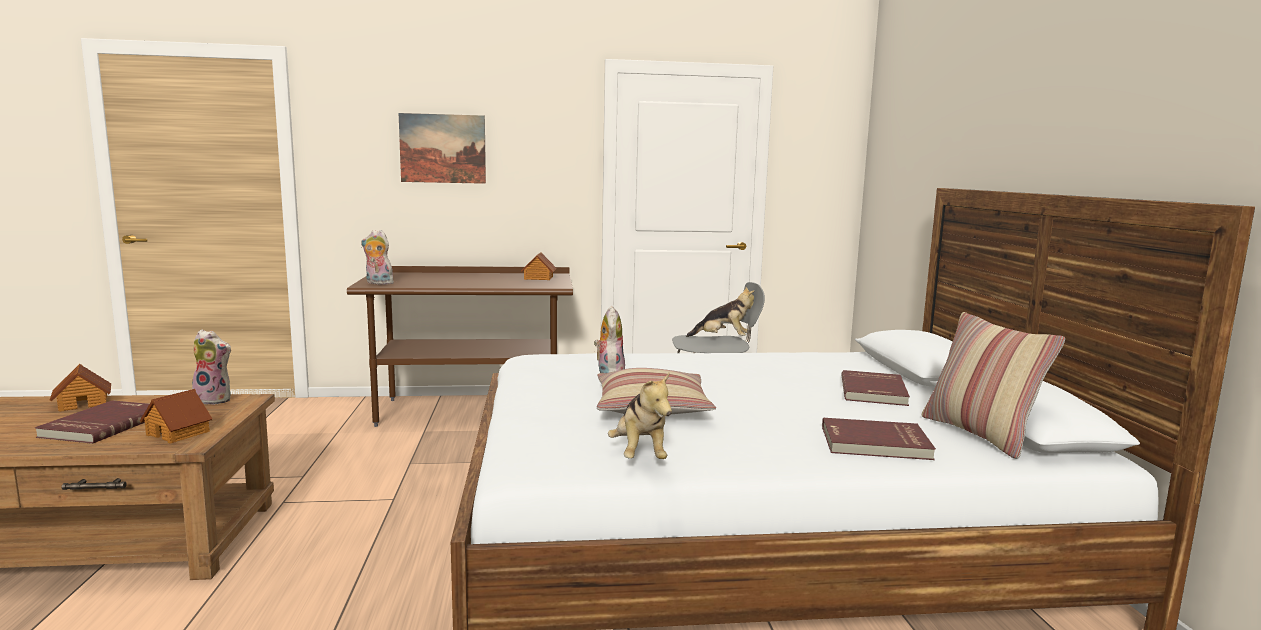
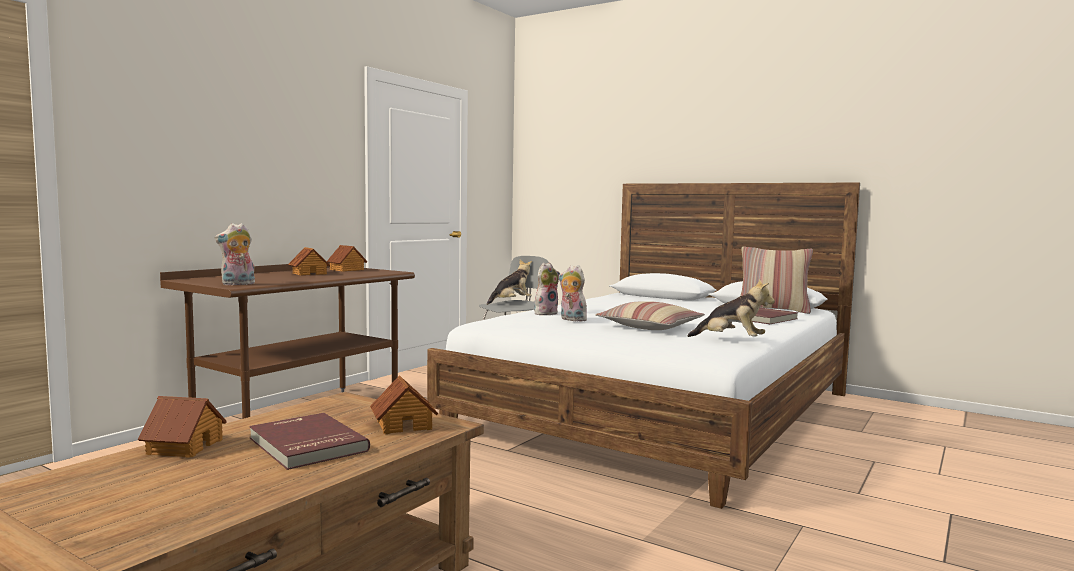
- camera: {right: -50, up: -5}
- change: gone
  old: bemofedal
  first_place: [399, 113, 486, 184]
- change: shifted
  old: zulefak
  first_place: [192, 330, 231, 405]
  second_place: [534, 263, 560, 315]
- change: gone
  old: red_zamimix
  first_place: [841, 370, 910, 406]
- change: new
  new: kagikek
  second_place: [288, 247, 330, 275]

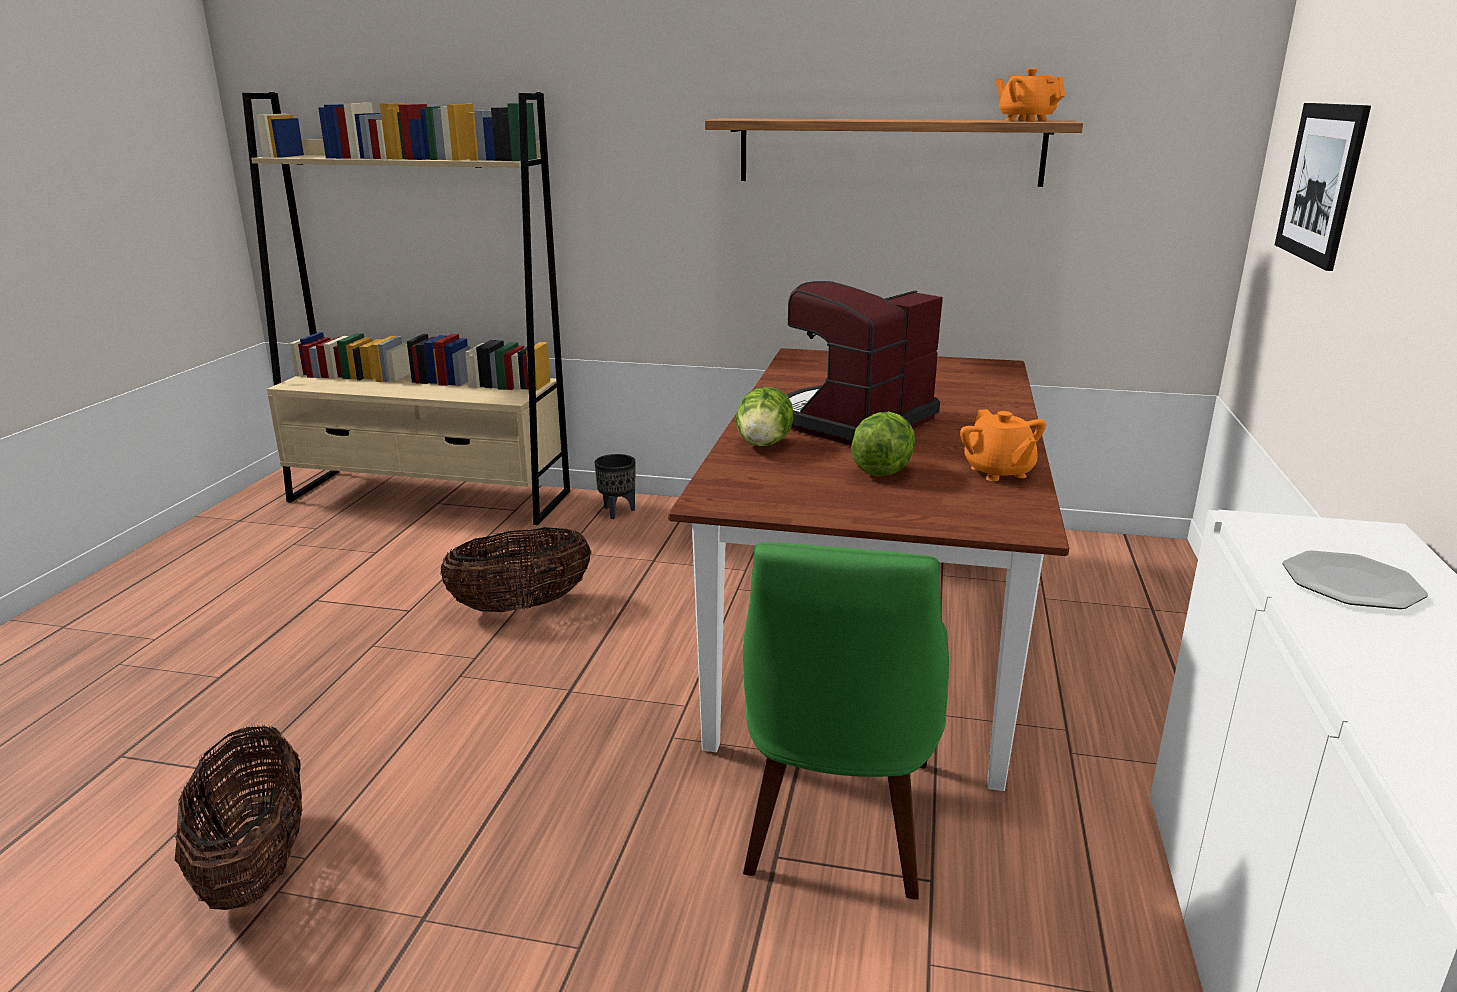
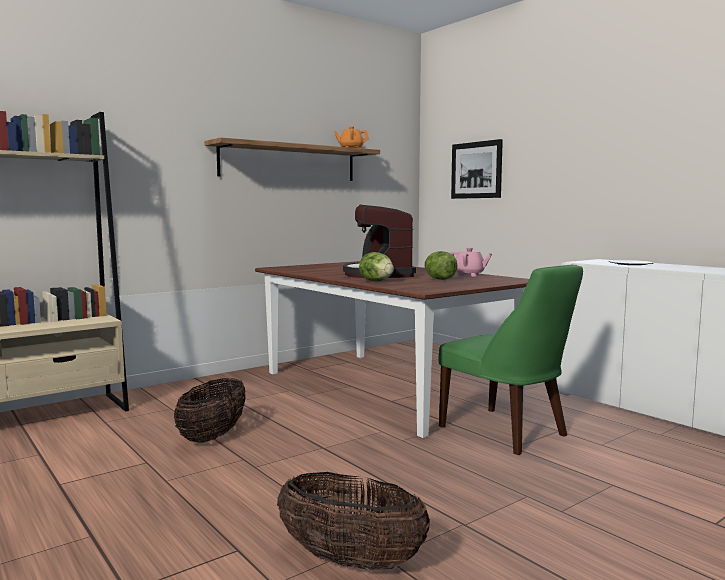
- camera: {right: -50, up: -15}
- change: repainted
  old: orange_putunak
  new: pink_putunak
  first_place: [960, 409, 1046, 481]
  second_place: [450, 248, 492, 276]
- change: gone
  old: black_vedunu
  first_place: [595, 454, 636, 519]

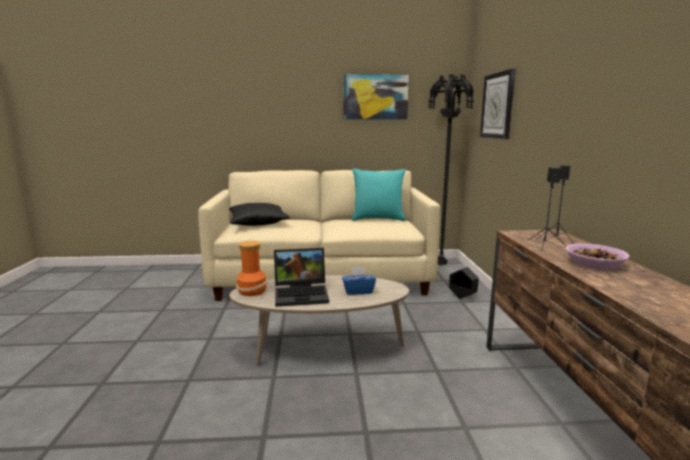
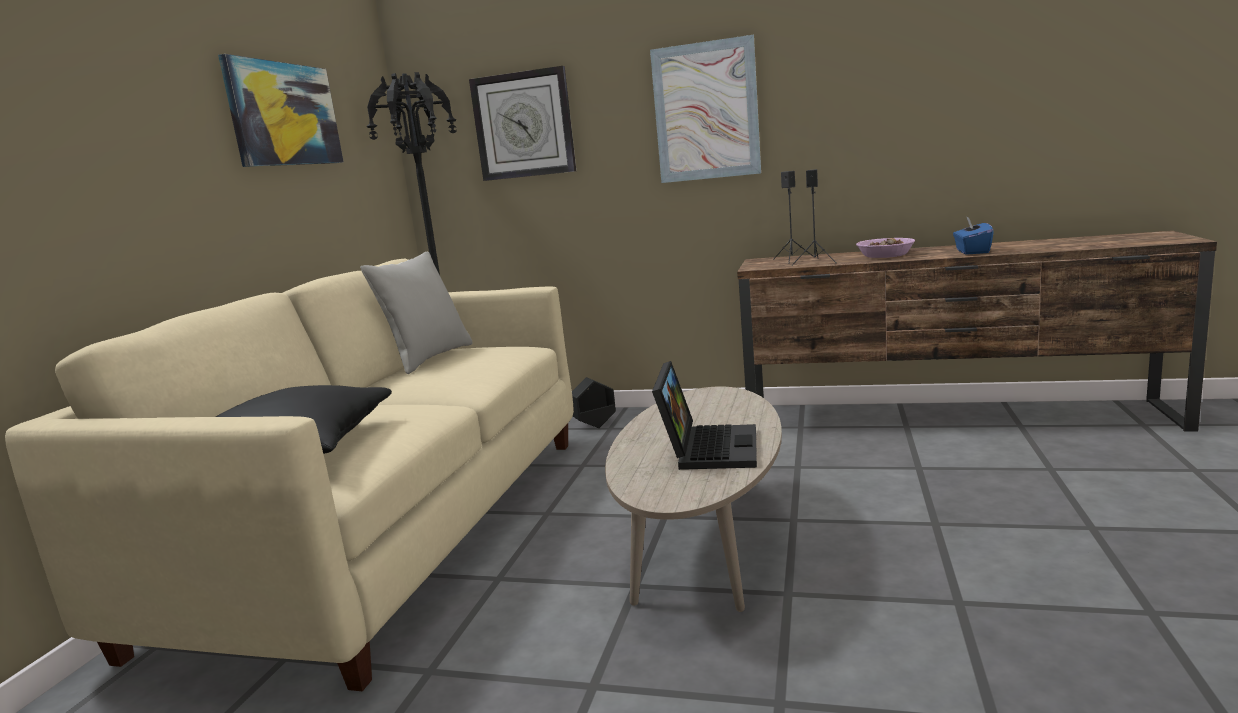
- camera: {right: -70, up: 0}
- change: repainted
  old: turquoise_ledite
  new: grey_ledite
  first_place: [352, 168, 406, 221]
  second_place: [360, 252, 473, 374]
- change: gone
  old: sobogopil
  first_place: [236, 241, 267, 296]
- change: shifted
  old: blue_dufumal
  first_place: [342, 267, 376, 295]
  second_place: [953, 216, 994, 255]
- change: new
  new: bemofedal
  second_place: [650, 35, 761, 183]

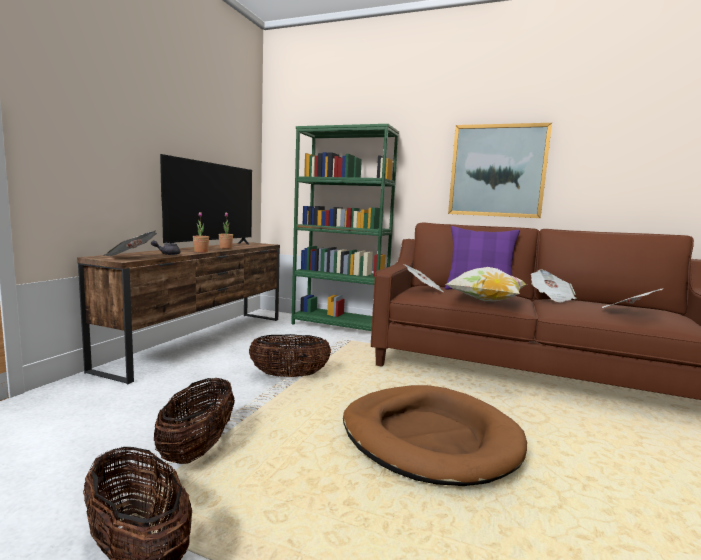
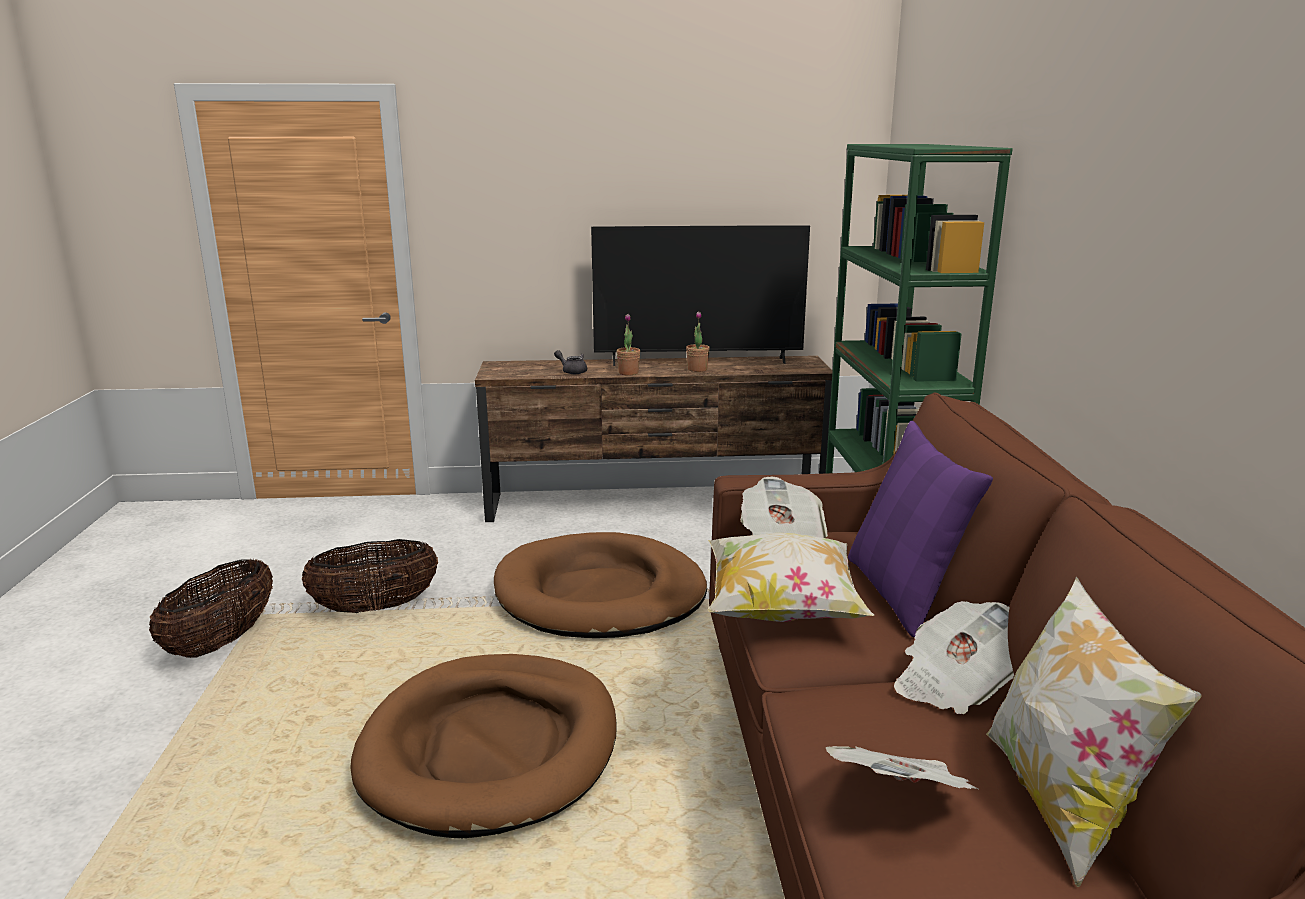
- camera: {right: 65, up: 10}
- change: gone
  old: bemofedal
  first_place: [448, 123, 552, 218]
- change: gone
  old: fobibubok
  first_place: [103, 231, 157, 256]
- change: swapped
  old: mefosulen
  new: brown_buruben
  first_place: [249, 334, 331, 377]
  second_place: [494, 532, 707, 638]
- change: new
  new: ledite
  second_place: [986, 577, 1202, 887]

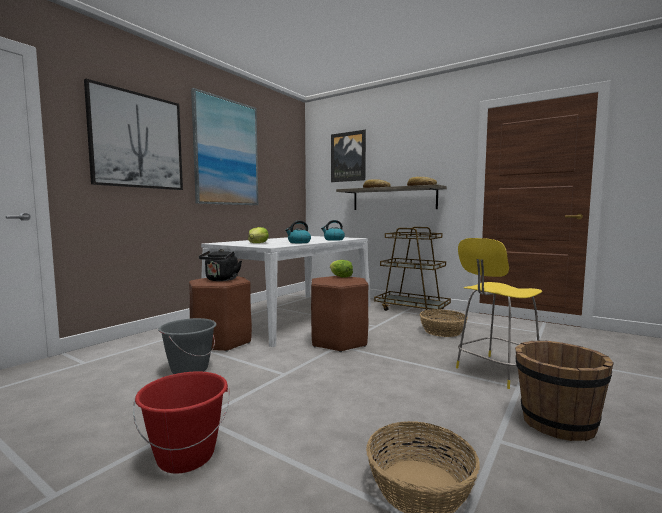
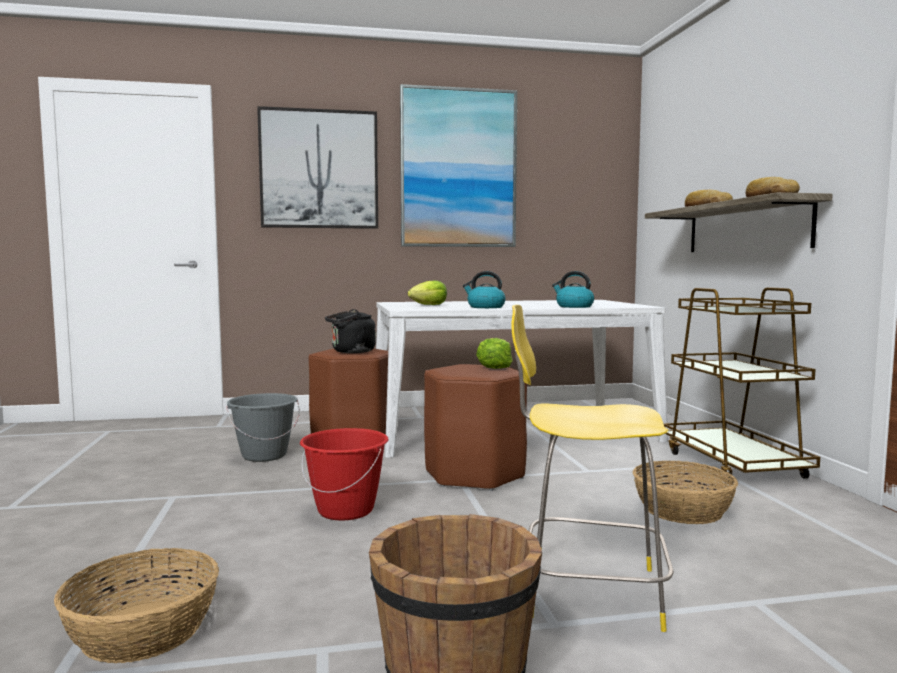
- camera: {right: 45, up: 0}
- change: gone
  old: bemofedal
  first_place: [331, 130, 366, 182]
- change: shifted
  old: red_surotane
  first_place: [133, 371, 230, 474]
  second_place: [300, 428, 389, 520]

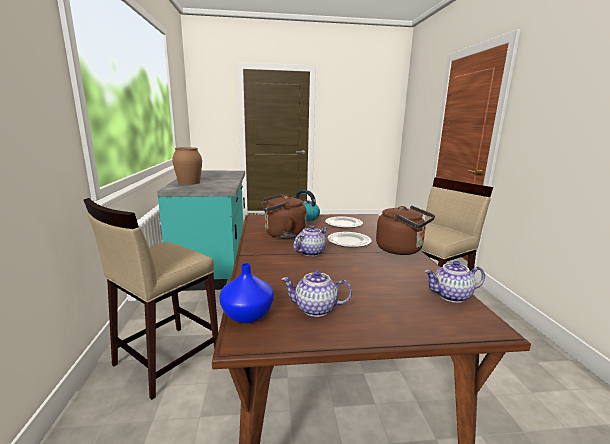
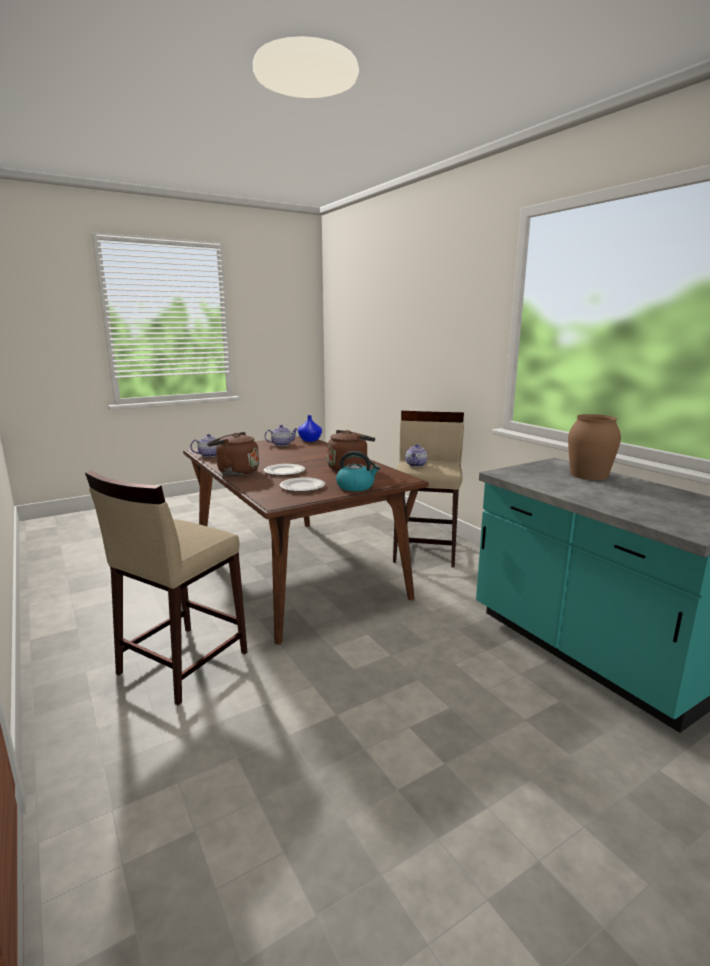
- camera: {right: 155, up: 0}
- change: shifted
  old: putunak
  first_place: [294, 225, 327, 256]
  second_place: [405, 444, 428, 467]

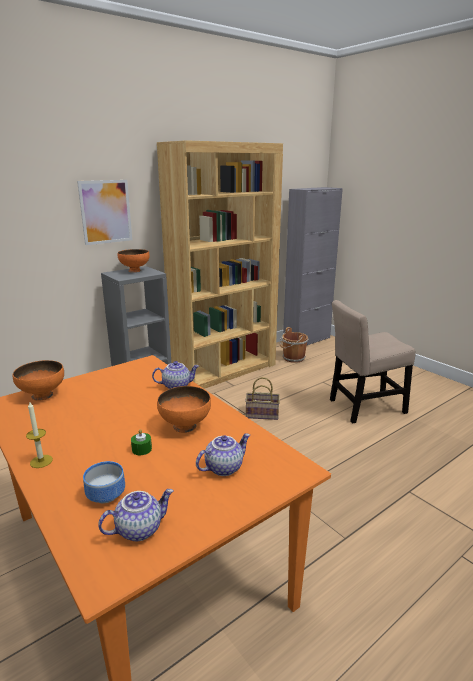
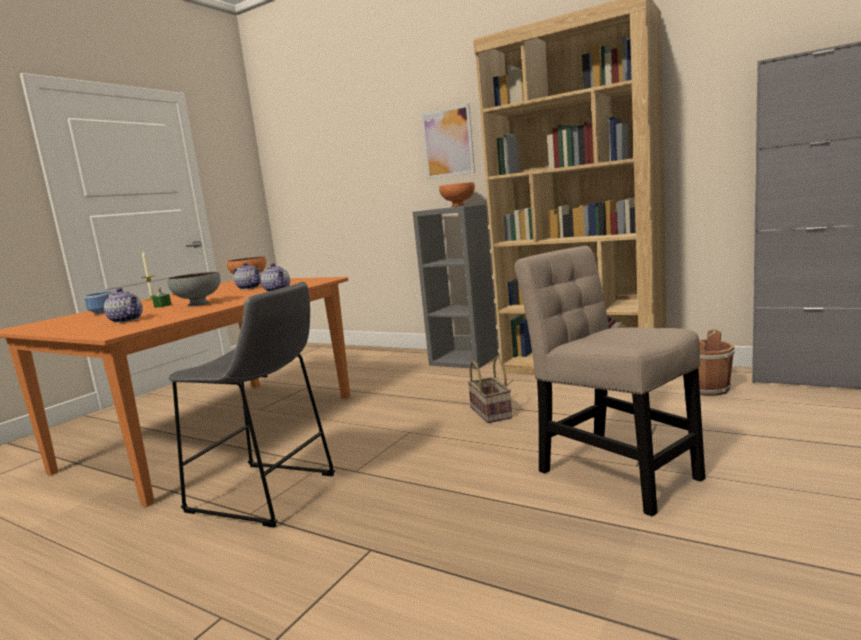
- camera: {right: 70, up: -10}
- change: repainted
  old: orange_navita
  new: grey_navita
  first_place: [157, 386, 211, 433]
  second_place: [167, 272, 220, 307]
- change: shifted
  old: putunak
  first_place: [98, 489, 174, 541]
  second_place: [234, 263, 261, 290]
- change: new
  new: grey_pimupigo
  second_place: [168, 282, 335, 528]

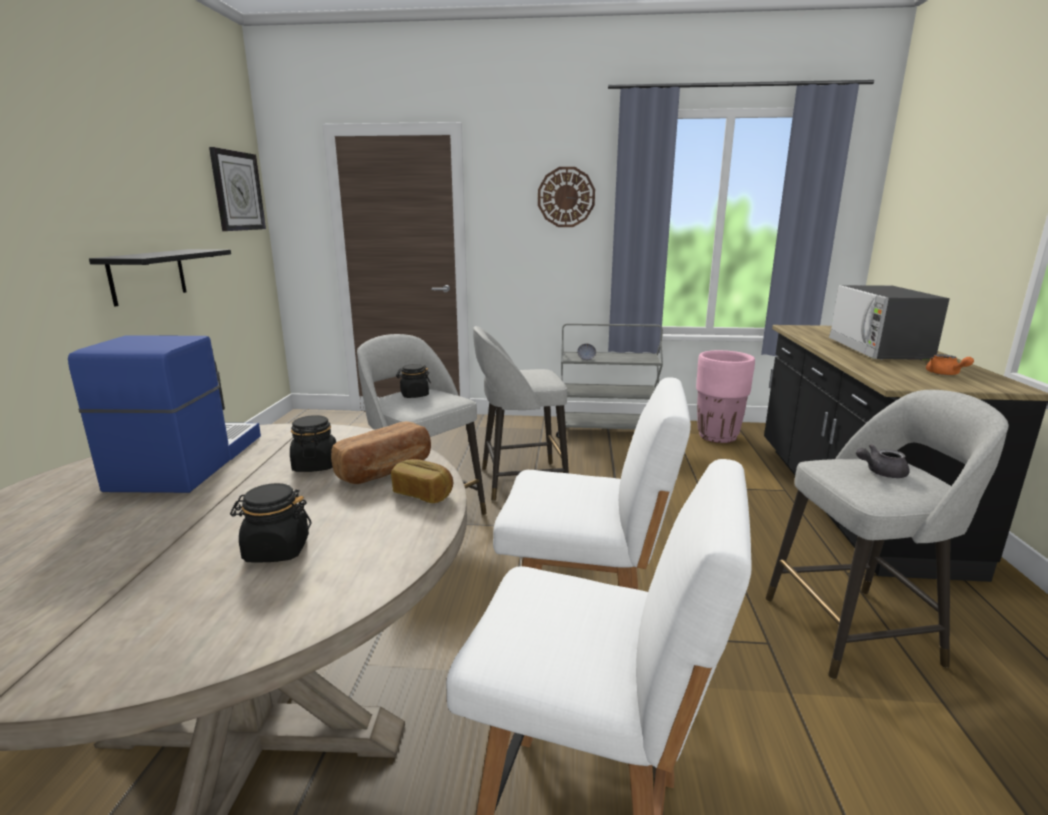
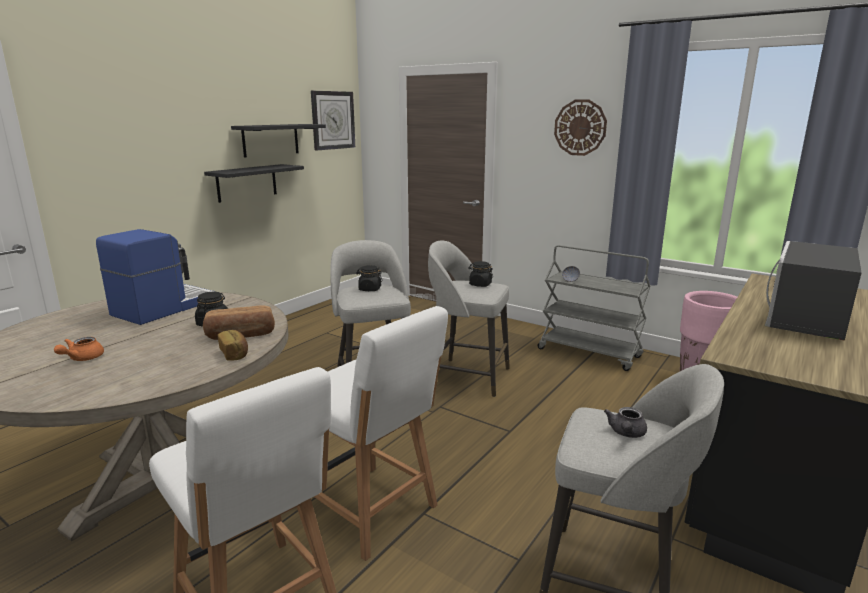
- camera: {right: 30, up: 0}
- change: shifted
  old: orange_putunak
  first_place: [926, 354, 974, 375]
  second_place: [54, 337, 104, 361]
- change: rotated
  old: grey_putunak
  first_place: [856, 444, 909, 478]
  second_place: [604, 407, 647, 438]
  degrees: -90
- change: shifted
  old: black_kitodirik
  first_place: [230, 483, 311, 563]
  second_place: [468, 261, 493, 287]
- change: new
  new: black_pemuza
  second_place: [231, 124, 326, 158]

